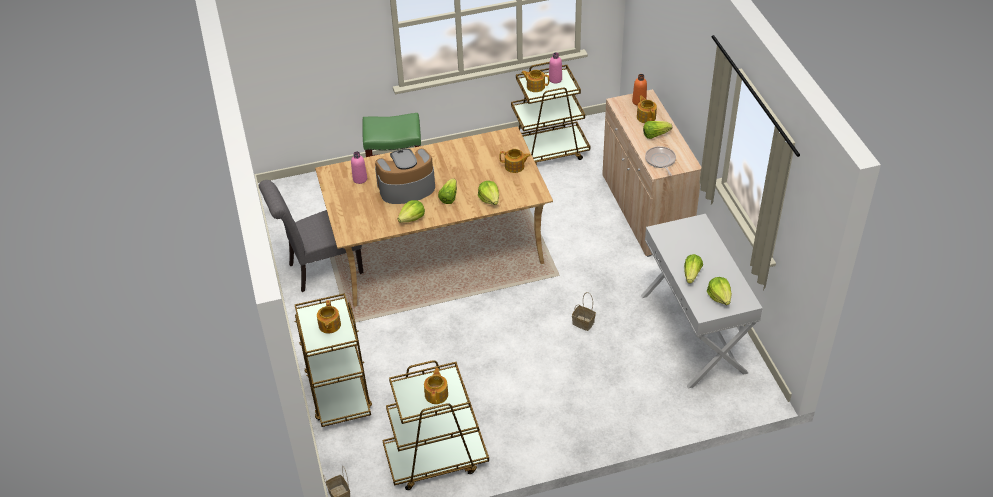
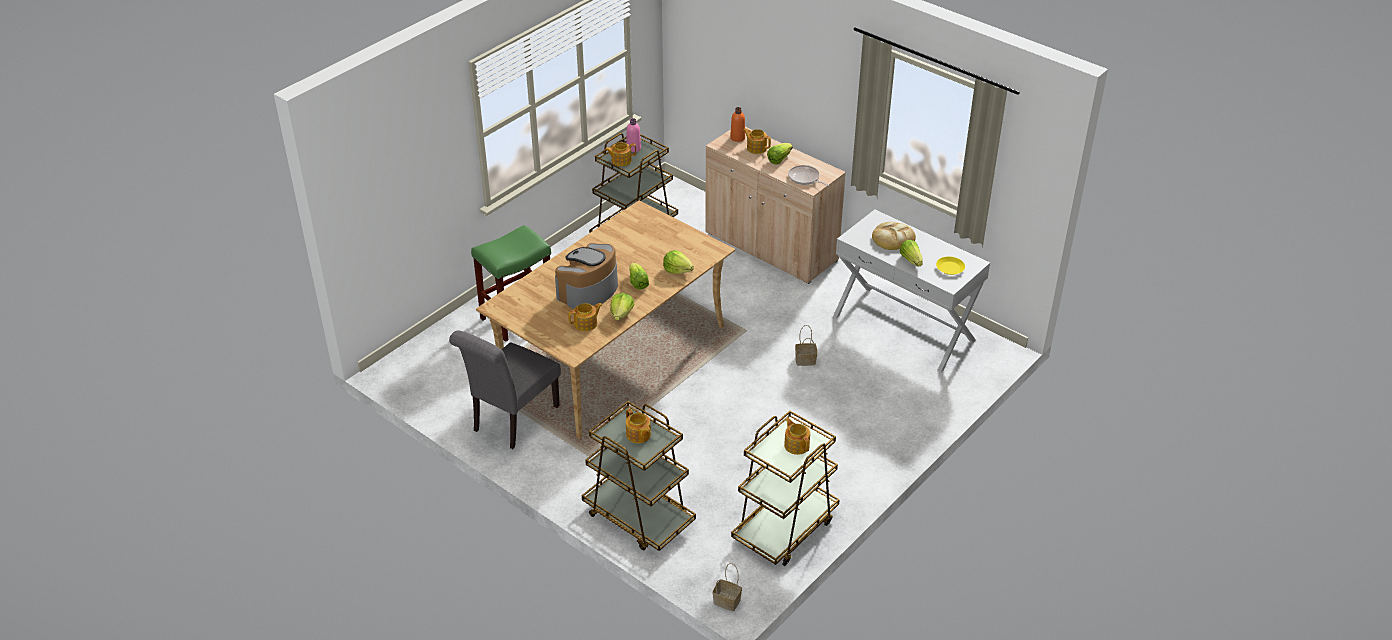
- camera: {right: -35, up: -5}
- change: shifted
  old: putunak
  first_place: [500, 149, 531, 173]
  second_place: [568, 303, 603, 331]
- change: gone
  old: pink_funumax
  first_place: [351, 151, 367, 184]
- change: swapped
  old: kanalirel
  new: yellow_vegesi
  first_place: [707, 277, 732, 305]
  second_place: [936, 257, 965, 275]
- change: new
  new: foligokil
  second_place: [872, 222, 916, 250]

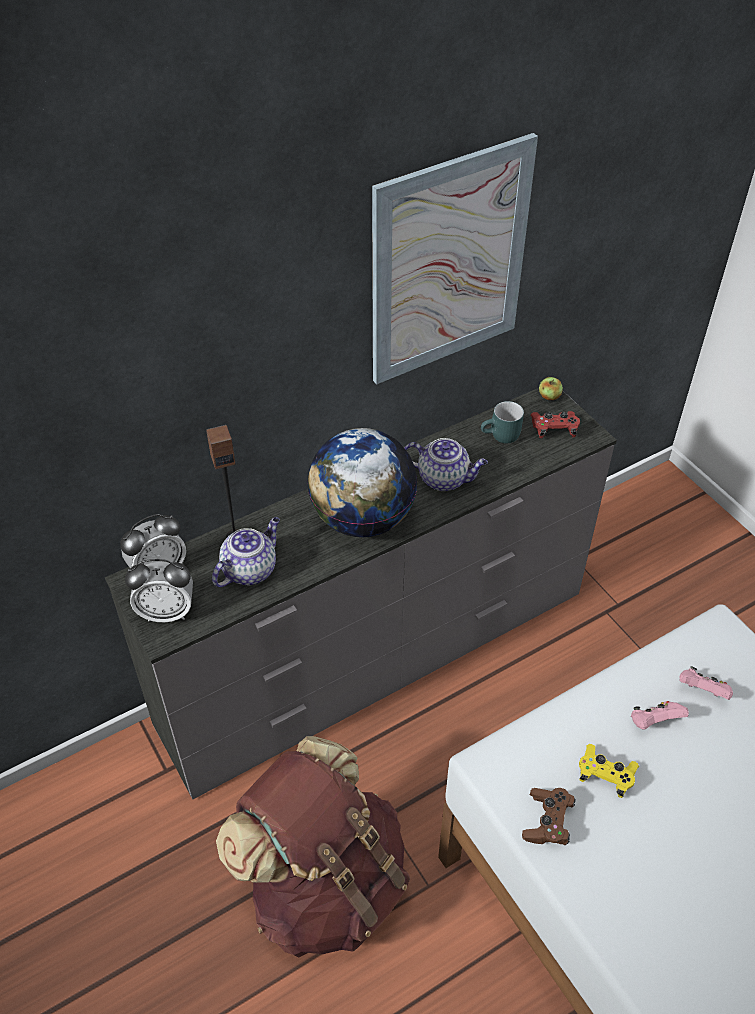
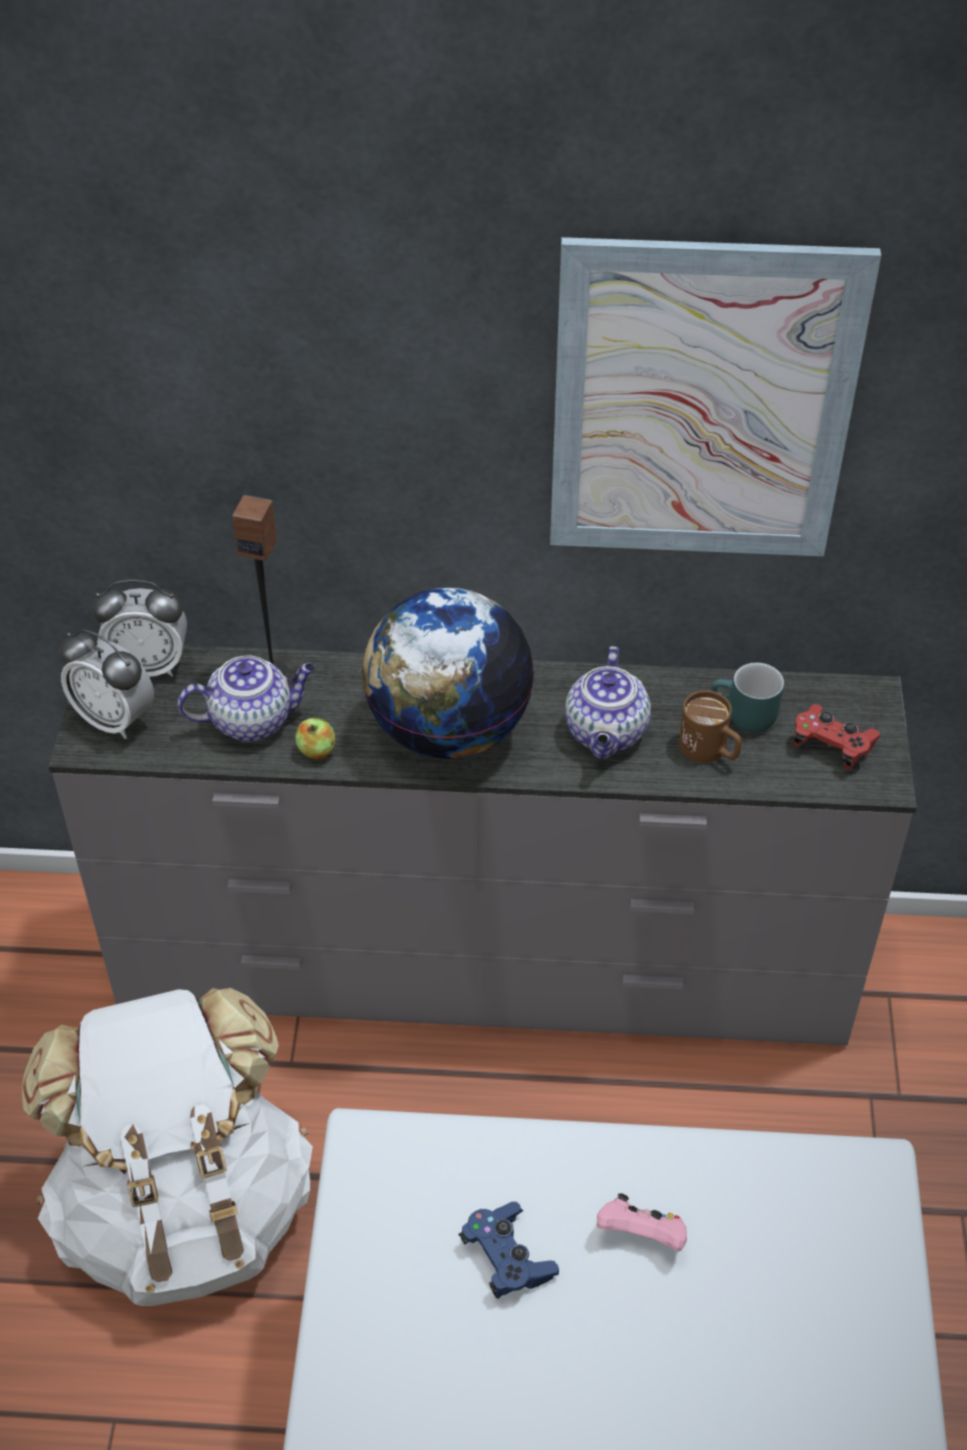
- camera: {right: 35, up: 0}
- change: shifted
  old: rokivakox
  first_place: [539, 377, 563, 400]
  second_place: [295, 717, 335, 760]
- change: rotated
  old: putunak
  first_place: [404, 438, 488, 491]
  second_place: [565, 646, 651, 759]
  degrees: 45
- change: gone
  old: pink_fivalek
  first_place: [679, 666, 733, 700]
- change: repainted
  old: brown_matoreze
  new: white_matoreze
  first_place: [216, 736, 410, 958]
  second_place: [22, 988, 313, 1306]
- change: repainted
  old: yellow_fivalek
  new: blue_fivalek
  first_place: [579, 744, 639, 798]
  second_place: [459, 1202, 559, 1299]
- change: gone
  old: brown_fivalek
  first_place: [522, 788, 576, 845]
- change: new
  new: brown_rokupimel
  second_place: [679, 690, 742, 763]

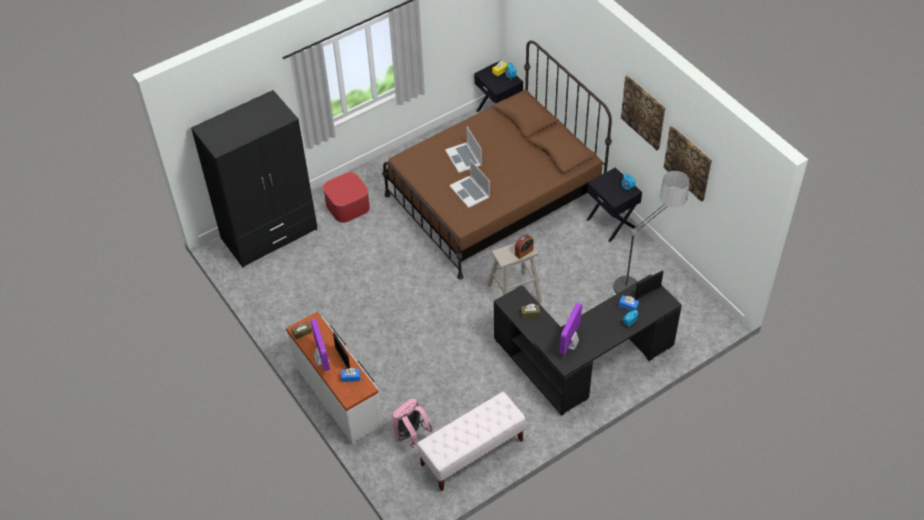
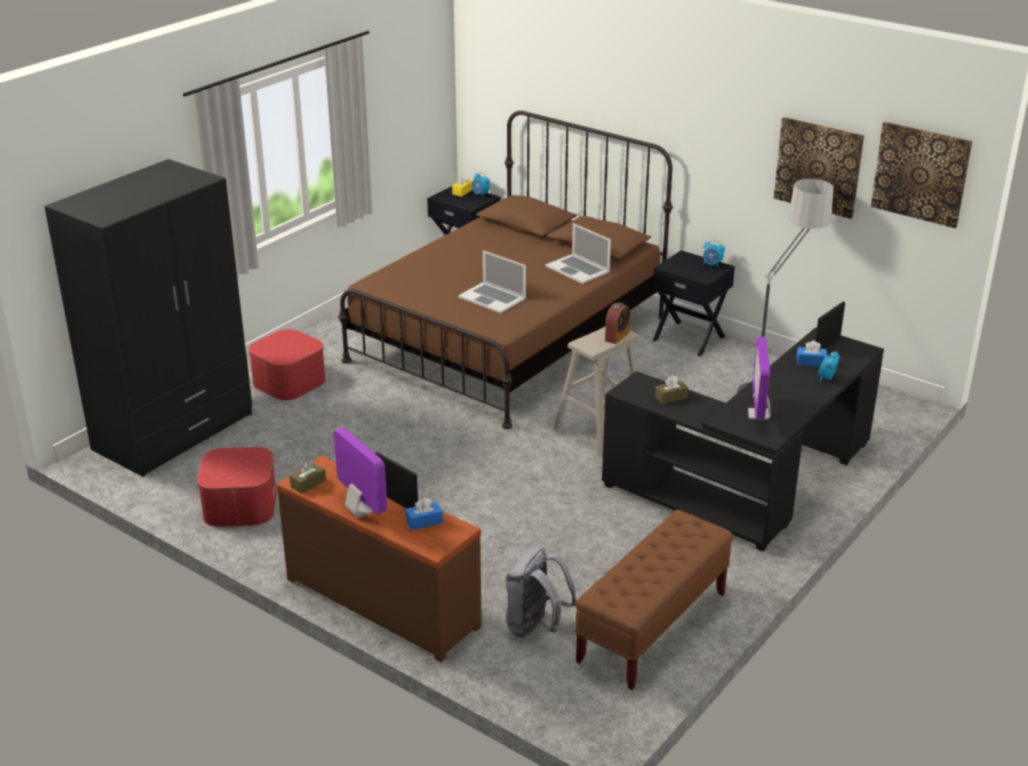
- camera: {right: -20, up: -20}
- change: shifted
  old: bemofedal
  first_place: [621, 75, 665, 150]
  second_place: [871, 122, 973, 228]
- change: shifted
  old: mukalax
  first_place: [445, 127, 482, 173]
  second_place: [546, 223, 611, 284]
- change: repainted
  old: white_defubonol
  new: brown_defubonol
  first_place: [286, 312, 383, 445]
  second_place: [276, 455, 482, 662]
- change: repainted
  old: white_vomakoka
  new: brown_vomakoka
  first_place: [417, 392, 525, 492]
  second_place: [575, 510, 733, 690]
- change: repainted
  old: pink_matoreze
  new: grey_matoreze
  first_place: [392, 398, 433, 448]
  second_place: [506, 546, 576, 637]
- change: new
  new: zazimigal
  second_place: [197, 447, 277, 527]

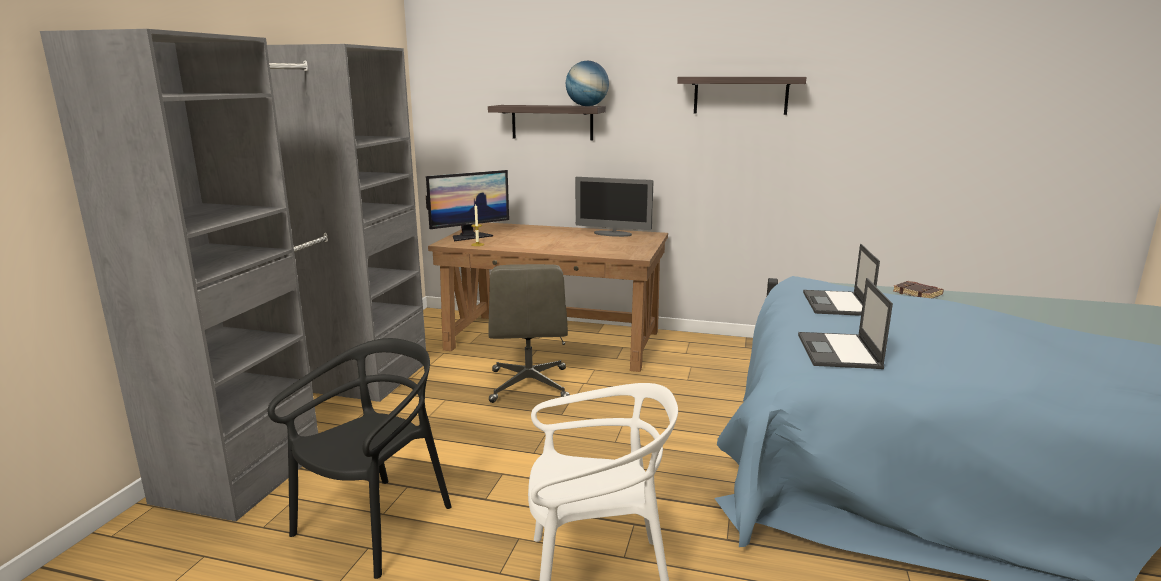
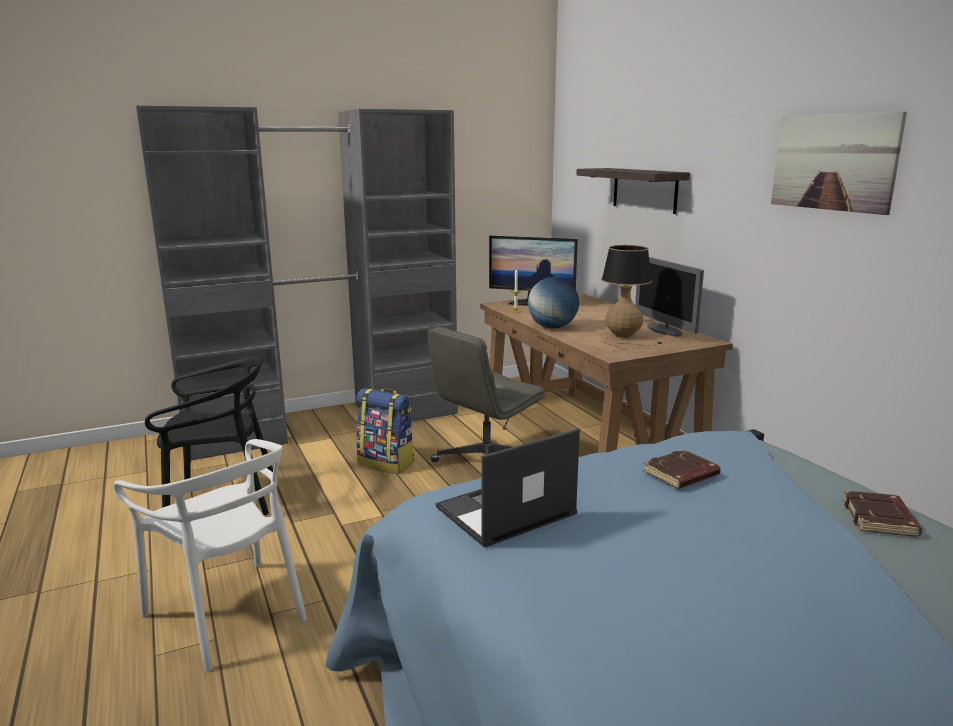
- camera: {right: 50, up: 0}
- change: shifted
  old: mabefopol
  first_place: [566, 61, 609, 106]
  second_place: [528, 277, 579, 329]
- change: swapped
  old: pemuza
  new: bemofedal
  first_place: [677, 77, 806, 115]
  second_place: [771, 111, 907, 215]
- change: swapped
  old: mukalax
  new: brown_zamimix
  first_place: [803, 244, 880, 316]
  second_place: [643, 449, 721, 489]
- change: new
  new: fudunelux
  second_place: [601, 245, 662, 350]
- change: new
  new: matoreze
  second_place: [356, 388, 414, 474]

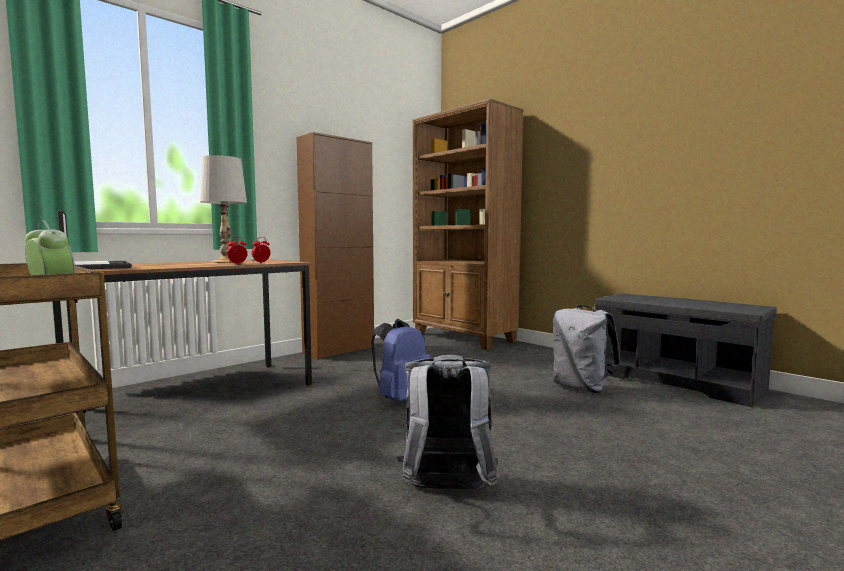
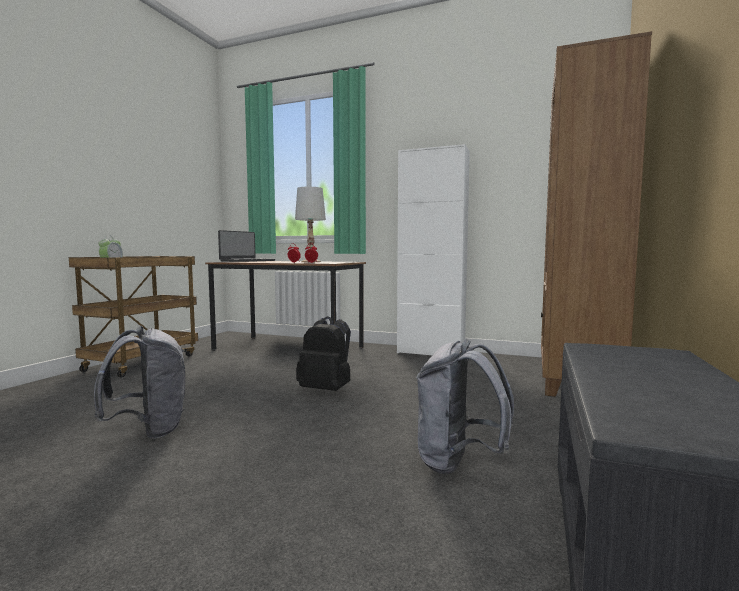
- camera: {right: 65, up: 0}
- change: repainted
  old: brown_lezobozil
  new: white_lezobozil
  first_place: [296, 132, 374, 360]
  second_place: [397, 144, 470, 355]
- change: repainted
  old: blue_matoreze
  new: black_matoreze
  first_place: [371, 319, 431, 401]
  second_place: [296, 316, 351, 391]

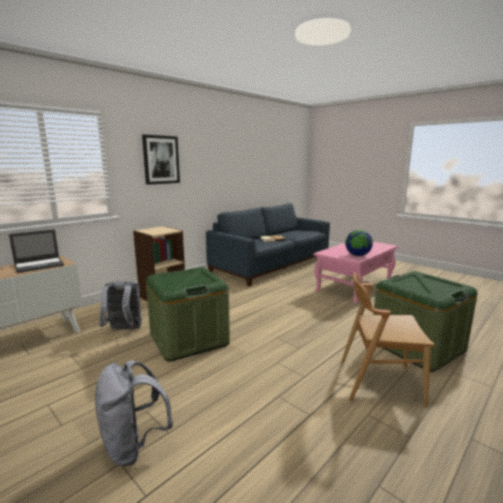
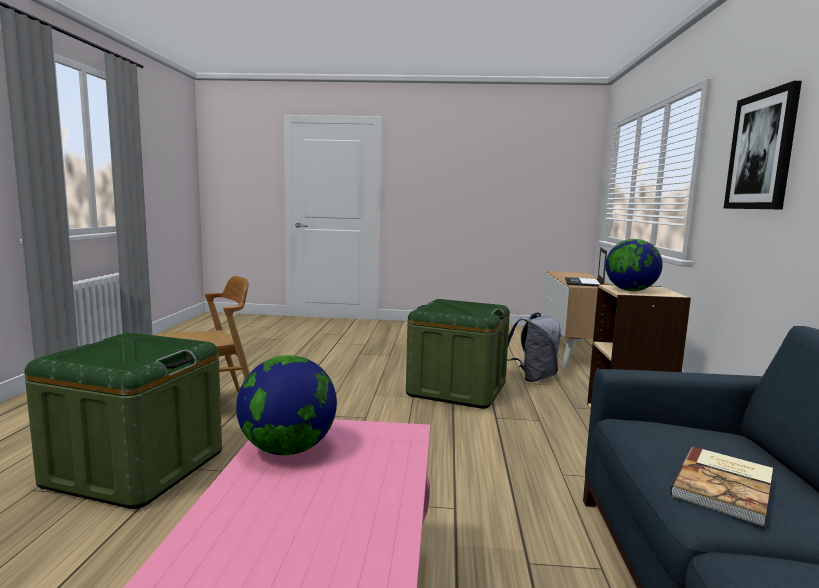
- camera: {right: 140, up: -5}
- change: gone
  old: grey_matoreze
  first_place: [95, 360, 173, 466]
- change: new
  new: mabefopol
  second_place: [606, 239, 663, 291]

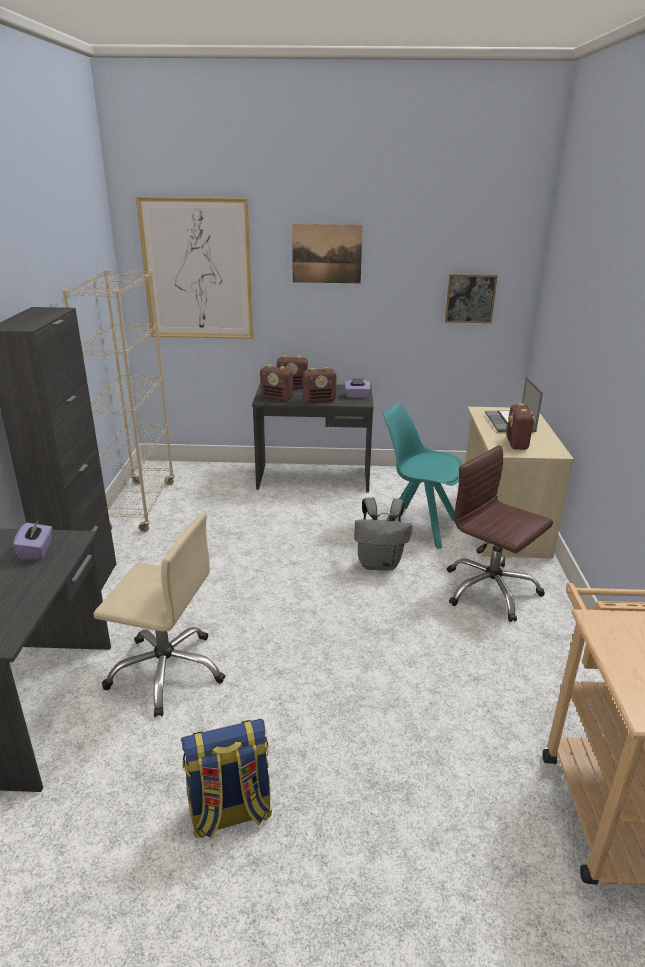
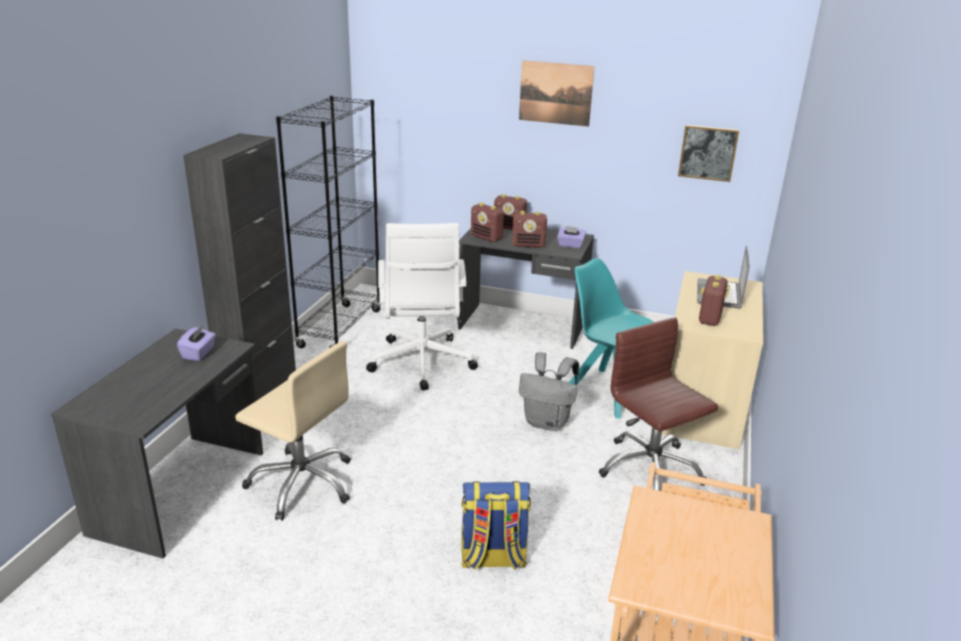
- camera: {right: 15, up: 0}
- change: gone
  old: bemofedal
  first_place: [136, 197, 253, 339]
- change: repainted
  old: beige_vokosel
  new: black_vokosel
  first_place: [62, 270, 175, 532]
  second_place: [276, 96, 381, 348]
- change: shifted
  old: matoreze
  first_place: [181, 719, 272, 839]
  second_place: [461, 481, 531, 571]
- change: new
  new: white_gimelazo
  second_place: [366, 223, 478, 390]

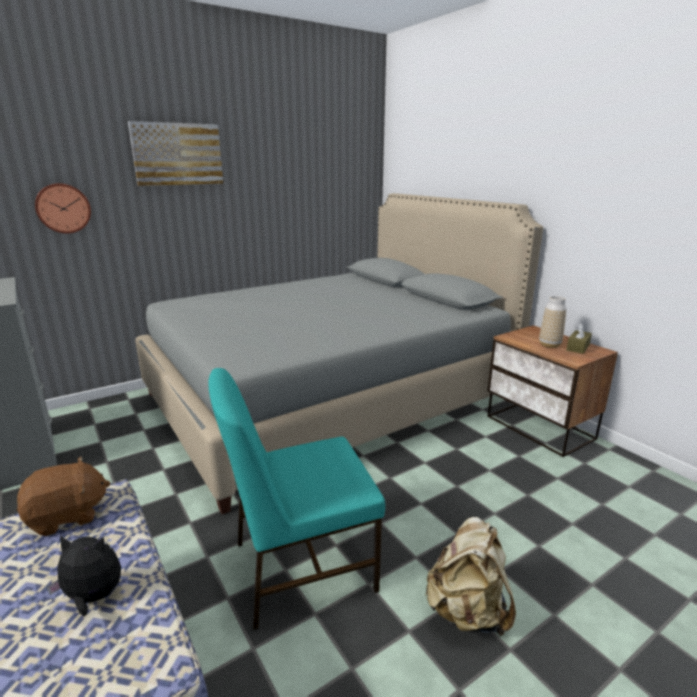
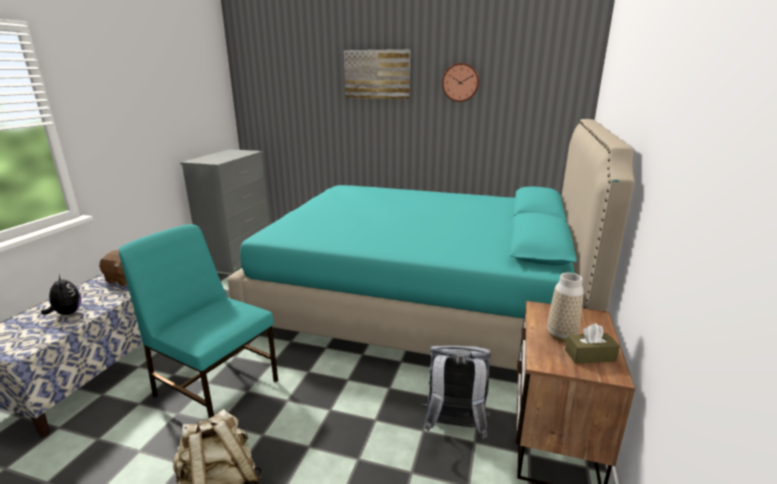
- camera: {right: 50, up: 0}
- change: shifted
  old: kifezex
  first_place: [35, 183, 91, 234]
  second_place: [442, 63, 479, 102]
- change: repainted
  old: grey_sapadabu
  new: turquoise_sapadabu
  first_place: [135, 193, 543, 514]
  second_place: [227, 119, 635, 370]
- change: new
  new: grey_matoreze
  second_place: [422, 346, 491, 439]

